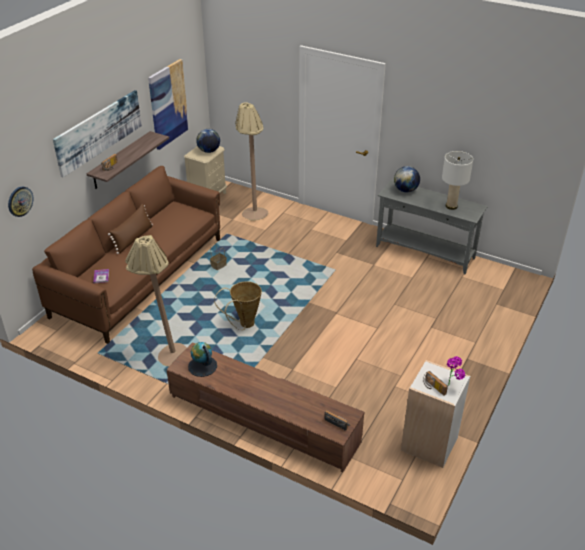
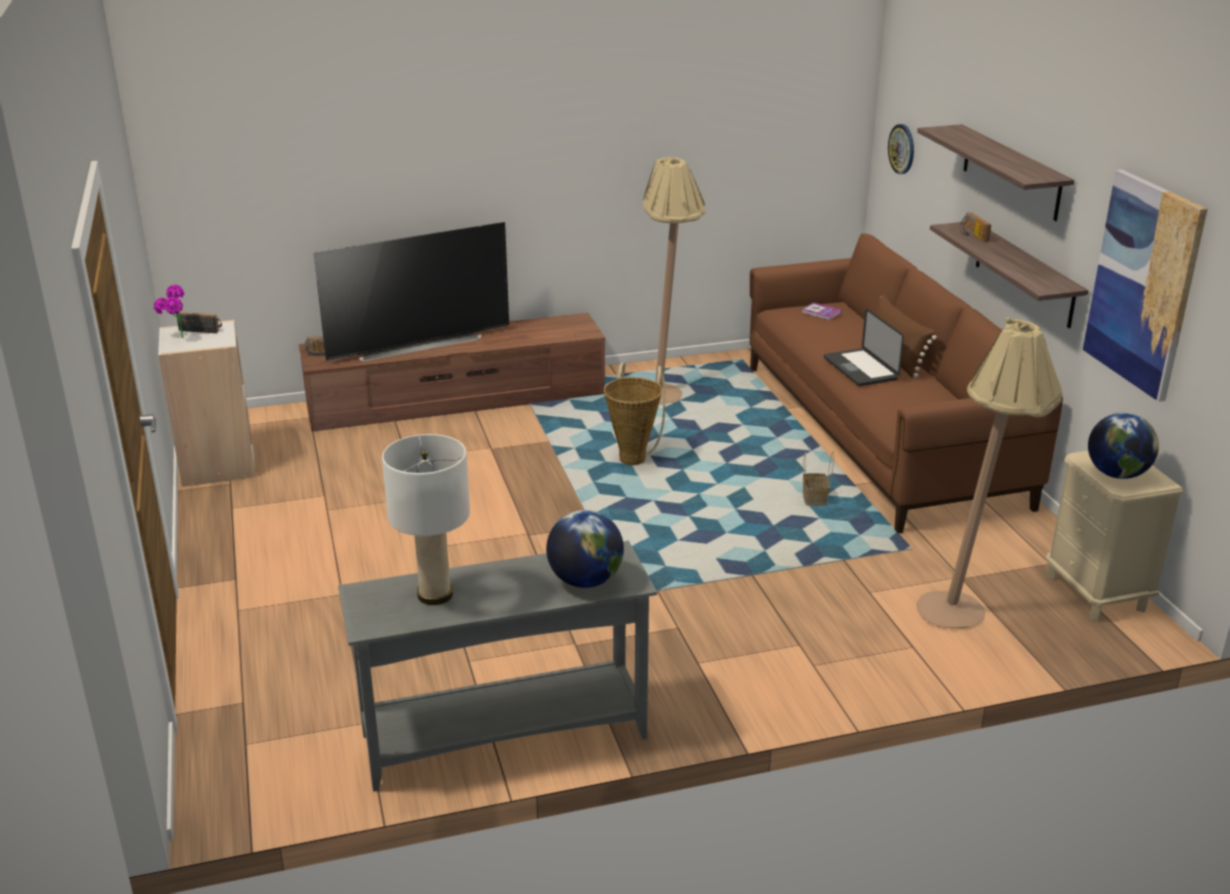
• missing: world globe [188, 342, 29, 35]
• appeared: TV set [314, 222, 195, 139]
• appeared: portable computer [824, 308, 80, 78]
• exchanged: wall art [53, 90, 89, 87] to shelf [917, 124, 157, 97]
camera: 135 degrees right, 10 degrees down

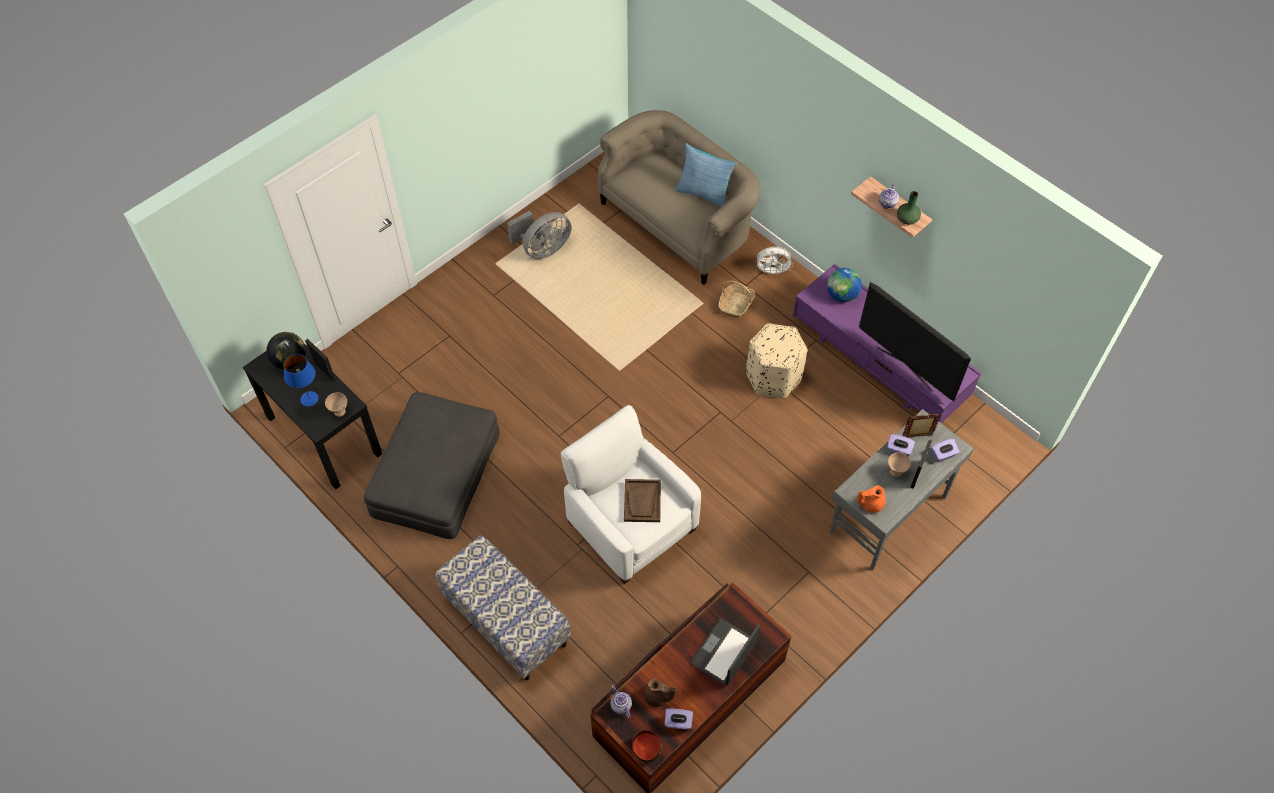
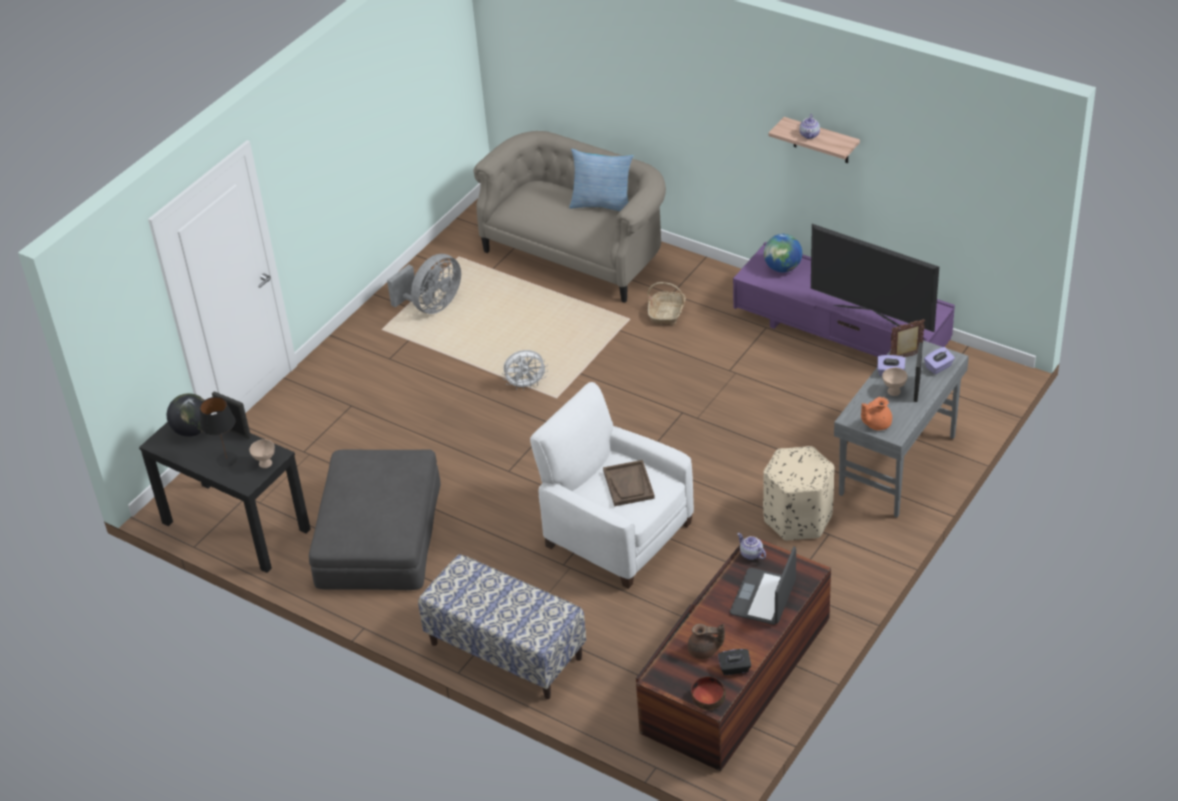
• missing: flower vase/green-coloured [897, 191, 24, 34]
• relocated: teapot [610, 685, 22, 33] to [737, 533, 29, 27]
• relocated: pouffe/beige-coloured [746, 323, 61, 76] to [763, 446, 71, 95]
• relocated: fan/white [755, 247, 39, 30] to [502, 350, 46, 40]
• colour: lamp for a table/blue-coloured [283, 354, 36, 52] to lamp for a table/black-coloured [200, 397, 37, 70]
• colour: tissue box/purplish [664, 709, 29, 21] to tissue box/black-coloured [718, 649, 33, 26]
camera: 10 degrees left, 15 degrees down

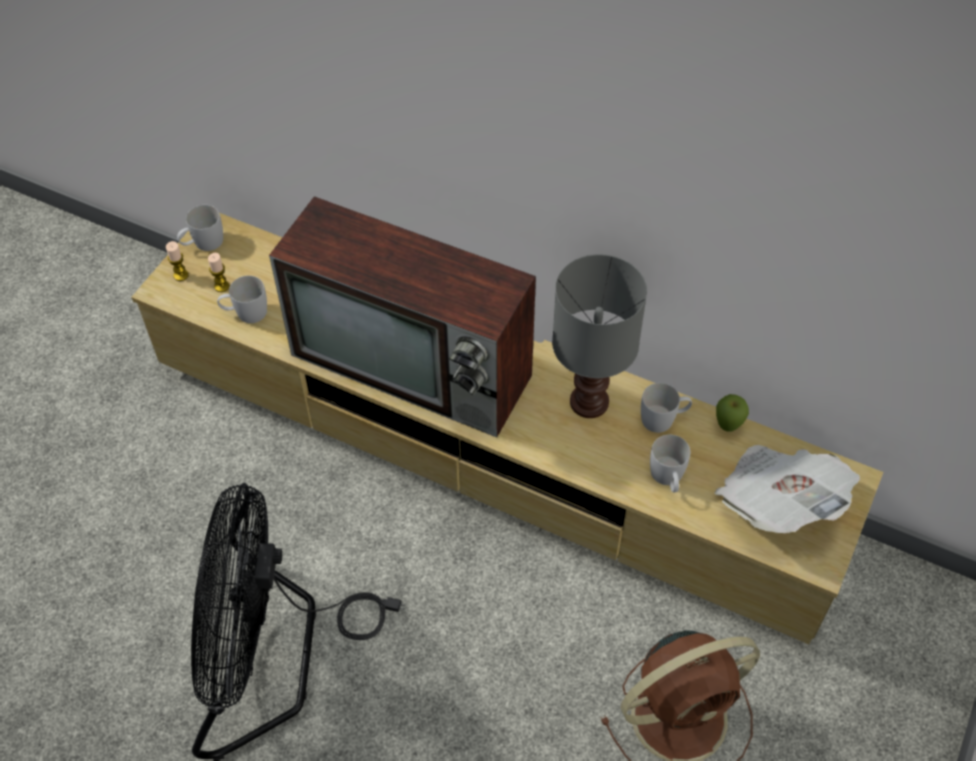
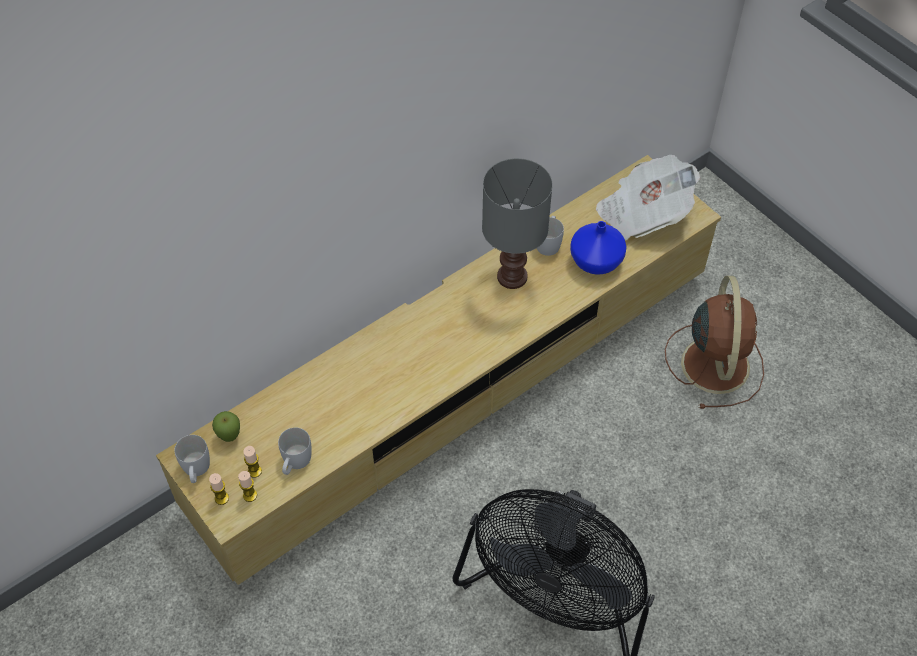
• missing: TV set [269, 196, 267, 242]
• appeared: wax light [238, 471, 19, 31]
• relocated: apple fruit [716, 394, 33, 38] to [212, 411, 28, 31]
• exchanged: mug/white [650, 435, 40, 57] to flower vase/blue-coloured [570, 221, 57, 54]
camera: 65 degrees left, 0 degrees up

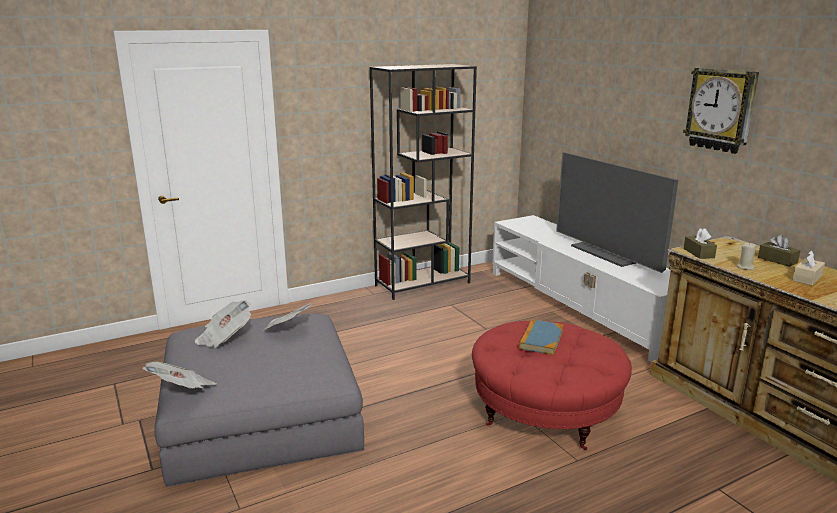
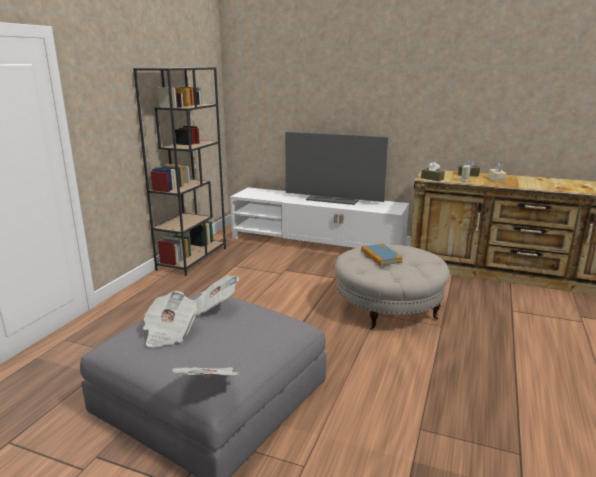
• missing: wall clock [683, 68, 76, 86]
• colour: pouffe/reddish [472, 321, 160, 129] to pouffe/beige-coloured [335, 245, 115, 85]
camera: 40 degrees left, 0 degrees up

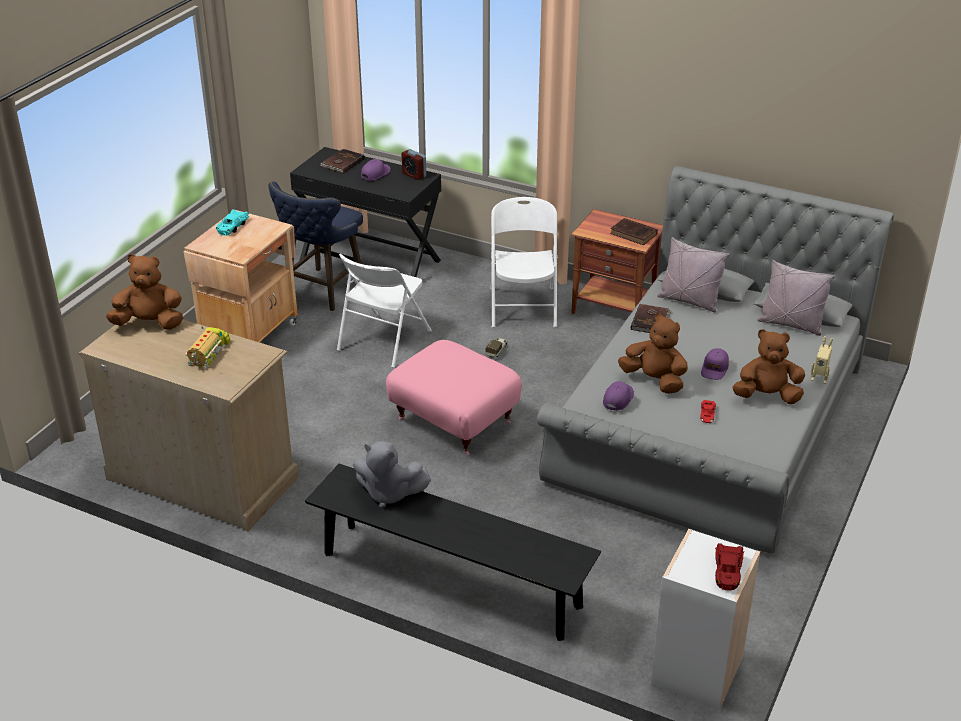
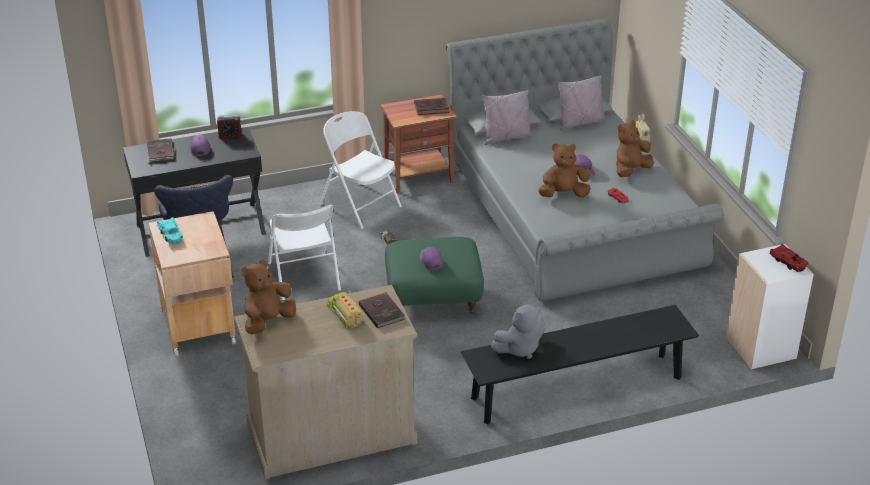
• relocated: cap/purplish [603, 381, 31, 30] to [420, 247, 23, 23]
• relocated: book/brown-coloured [631, 304, 40, 29] to [359, 292, 46, 36]
• colour: pouffe/pink [386, 340, 136, 116] to pouffe/green-coloured [385, 237, 99, 78]
camera: 45 degrees left, 0 degrees up

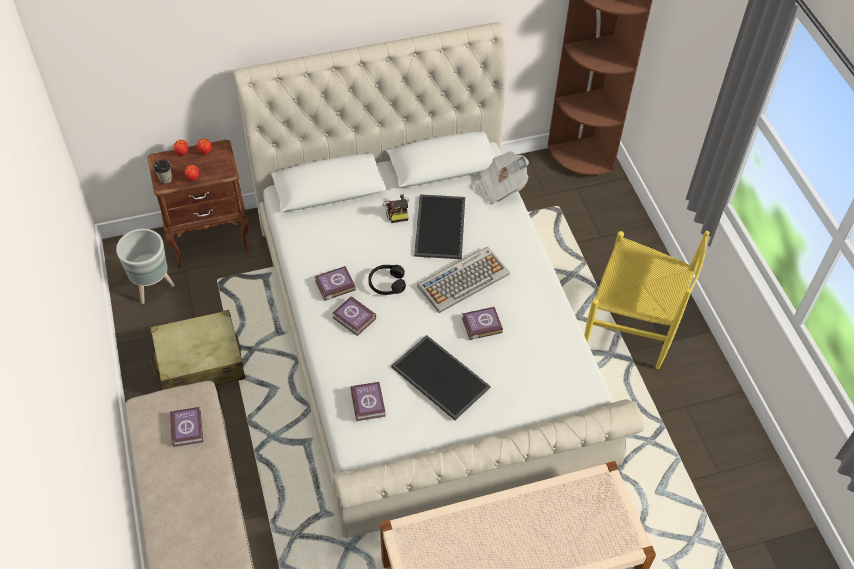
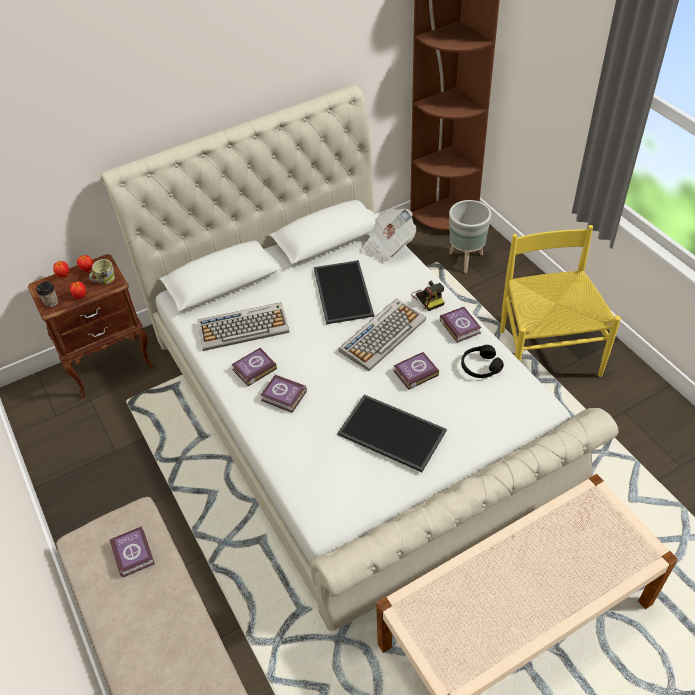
• missing: piece of luggage/beige-coloured [150, 310, 96, 80]
• appeared: mug [89, 259, 26, 25]
• appeared: keyboard [197, 302, 93, 49]
• relocated: flower pot/grey [116, 229, 59, 75] to [449, 200, 42, 73]
• relocated: book [350, 382, 36, 39] to [440, 307, 41, 36]
• relocated: pair of headphones/black-coloured [368, 265, 38, 30] to [461, 345, 43, 33]
• relocated: still camera [383, 195, 26, 28] to [411, 280, 33, 31]
• spun: chair/yellow [584, 231, 126, 139] = [500, 225, 121, 152] 105 degrees counterclockwise
camera: 10 degrees left, 5 degrees down

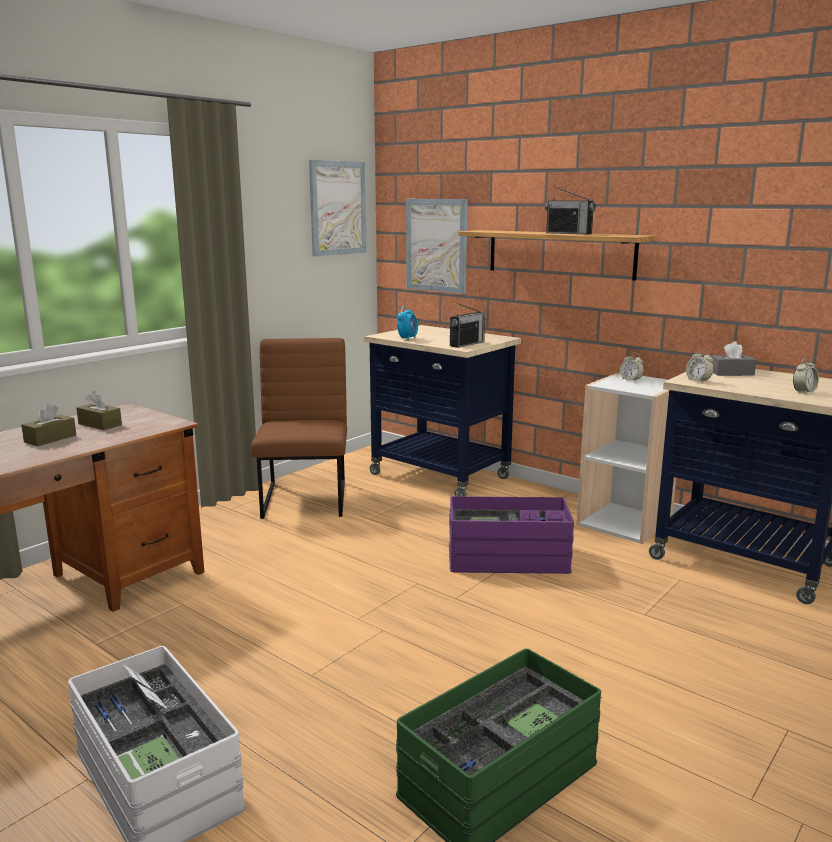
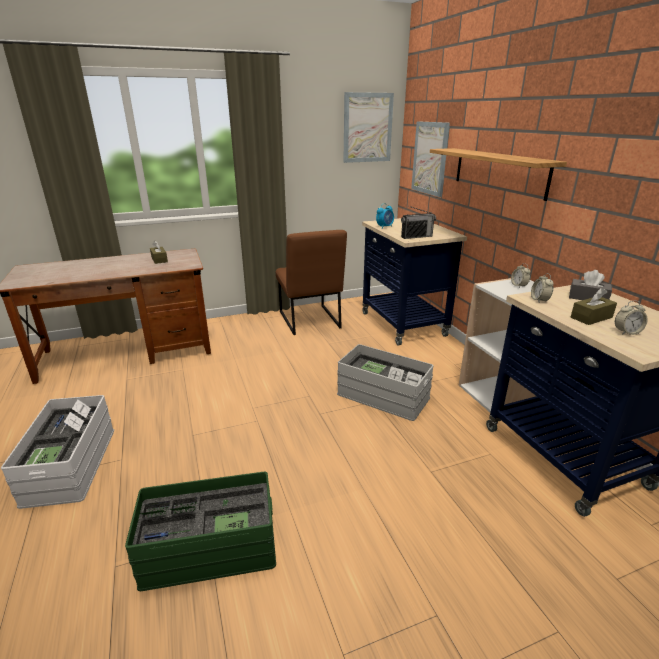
• missing: radio receiver [545, 187, 51, 47]
• relocated: tissue box/brown-coloured [21, 404, 55, 42] to [571, 288, 46, 37]
• colour: storage box/purplish [449, 496, 125, 78] to storage box/grey [337, 344, 97, 77]
• spun: chair/brown-coloured [251, 338, 96, 181] = [276, 230, 71, 105] 135 degrees clockwise
camera: 30 degrees right, 10 degrees up

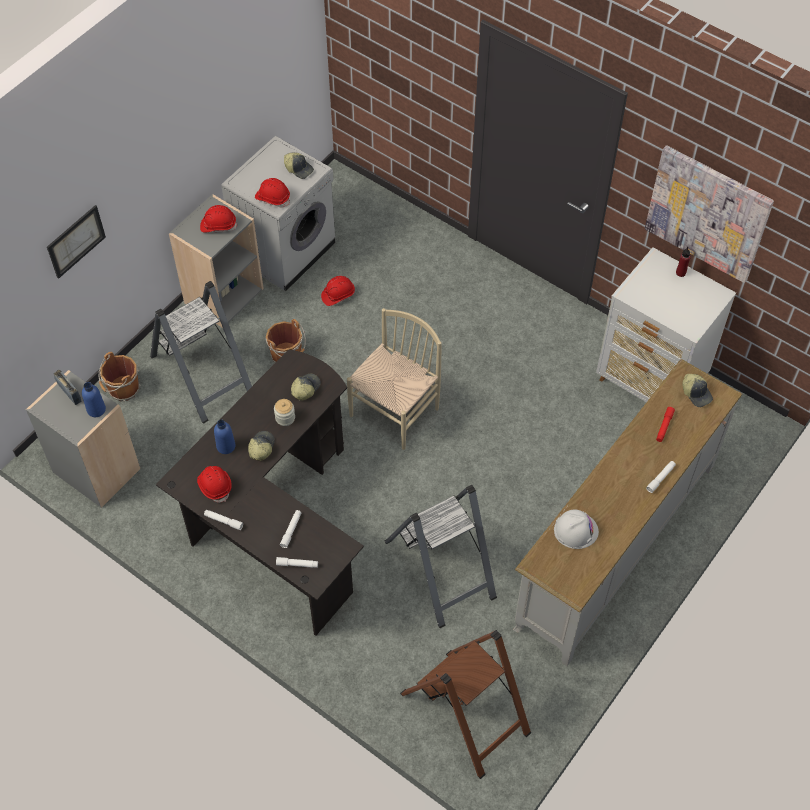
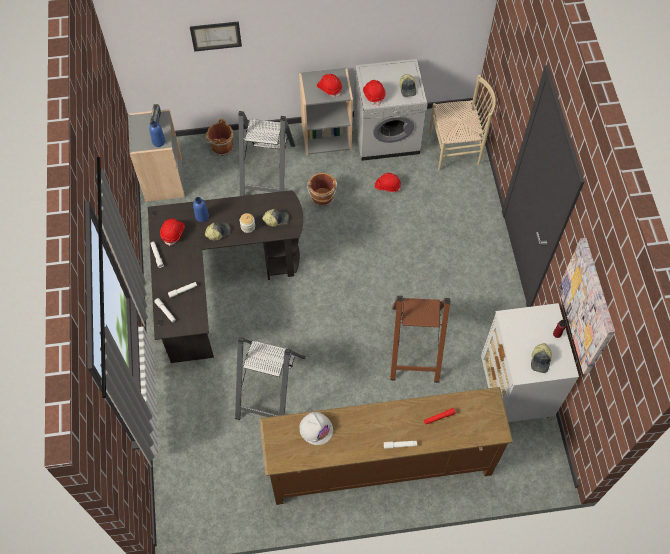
• relocated: chair/beige-coloured [347, 308, 95, 142] to [429, 75, 67, 95]
• relocated: step ladder/brown-coloured [400, 630, 131, 149] to [390, 296, 60, 87]
• relocated: cap [682, 374, 31, 33] to [531, 343, 21, 30]
• colour: cabinet/grey [513, 359, 229, 307] to cabinet/brown-coloured [260, 387, 253, 118]
camera: 45 degrees right, 5 degrees up

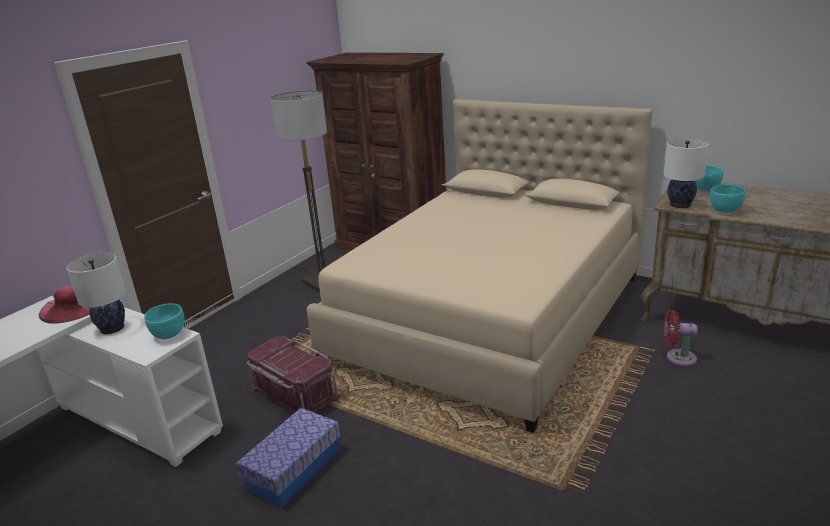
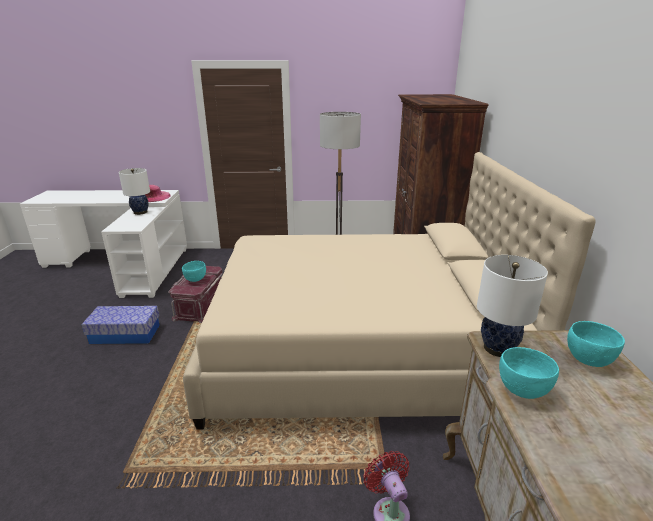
• relocated: deep dish/turquoise-coloured [144, 304, 41, 35] to [182, 261, 24, 21]
camera: 55 degrees right, 0 degrees up

